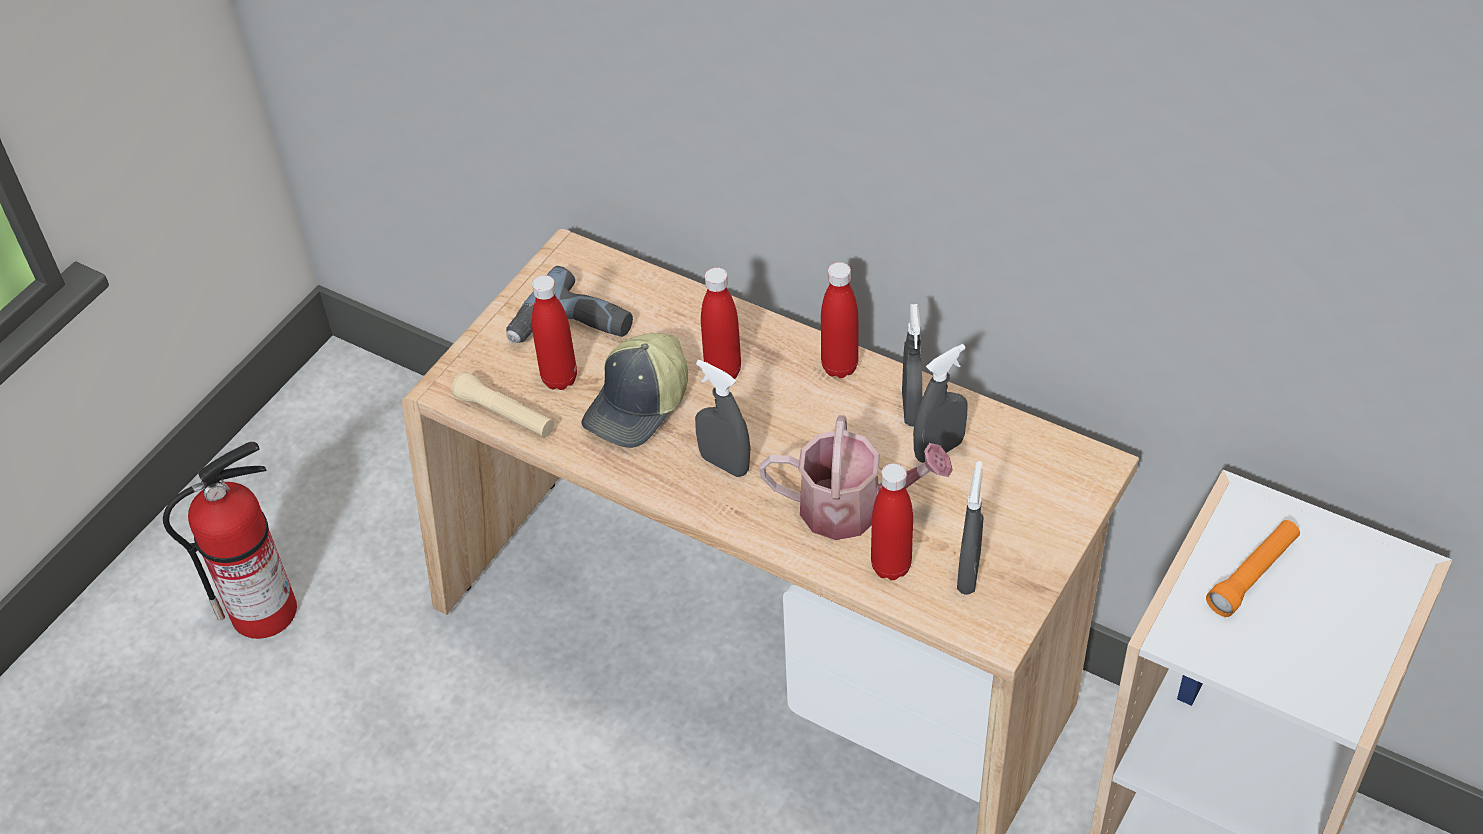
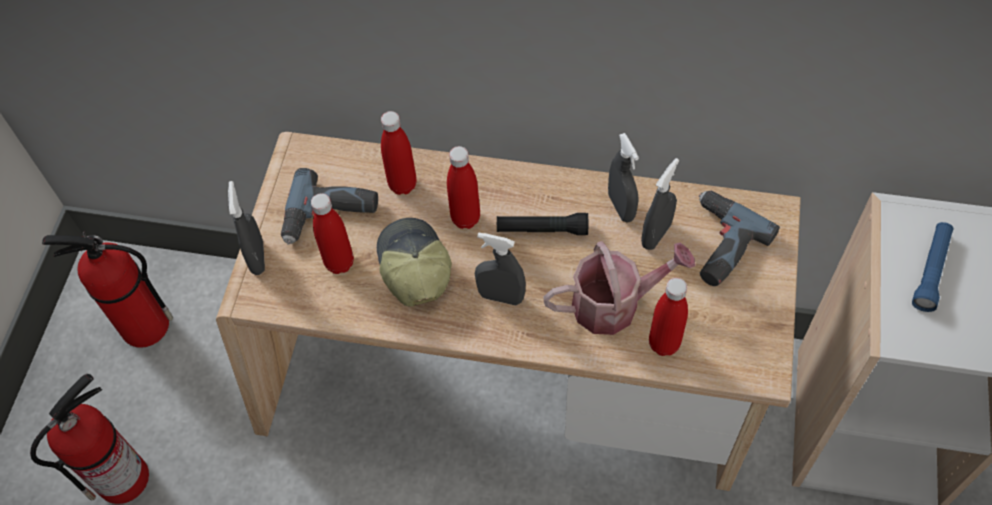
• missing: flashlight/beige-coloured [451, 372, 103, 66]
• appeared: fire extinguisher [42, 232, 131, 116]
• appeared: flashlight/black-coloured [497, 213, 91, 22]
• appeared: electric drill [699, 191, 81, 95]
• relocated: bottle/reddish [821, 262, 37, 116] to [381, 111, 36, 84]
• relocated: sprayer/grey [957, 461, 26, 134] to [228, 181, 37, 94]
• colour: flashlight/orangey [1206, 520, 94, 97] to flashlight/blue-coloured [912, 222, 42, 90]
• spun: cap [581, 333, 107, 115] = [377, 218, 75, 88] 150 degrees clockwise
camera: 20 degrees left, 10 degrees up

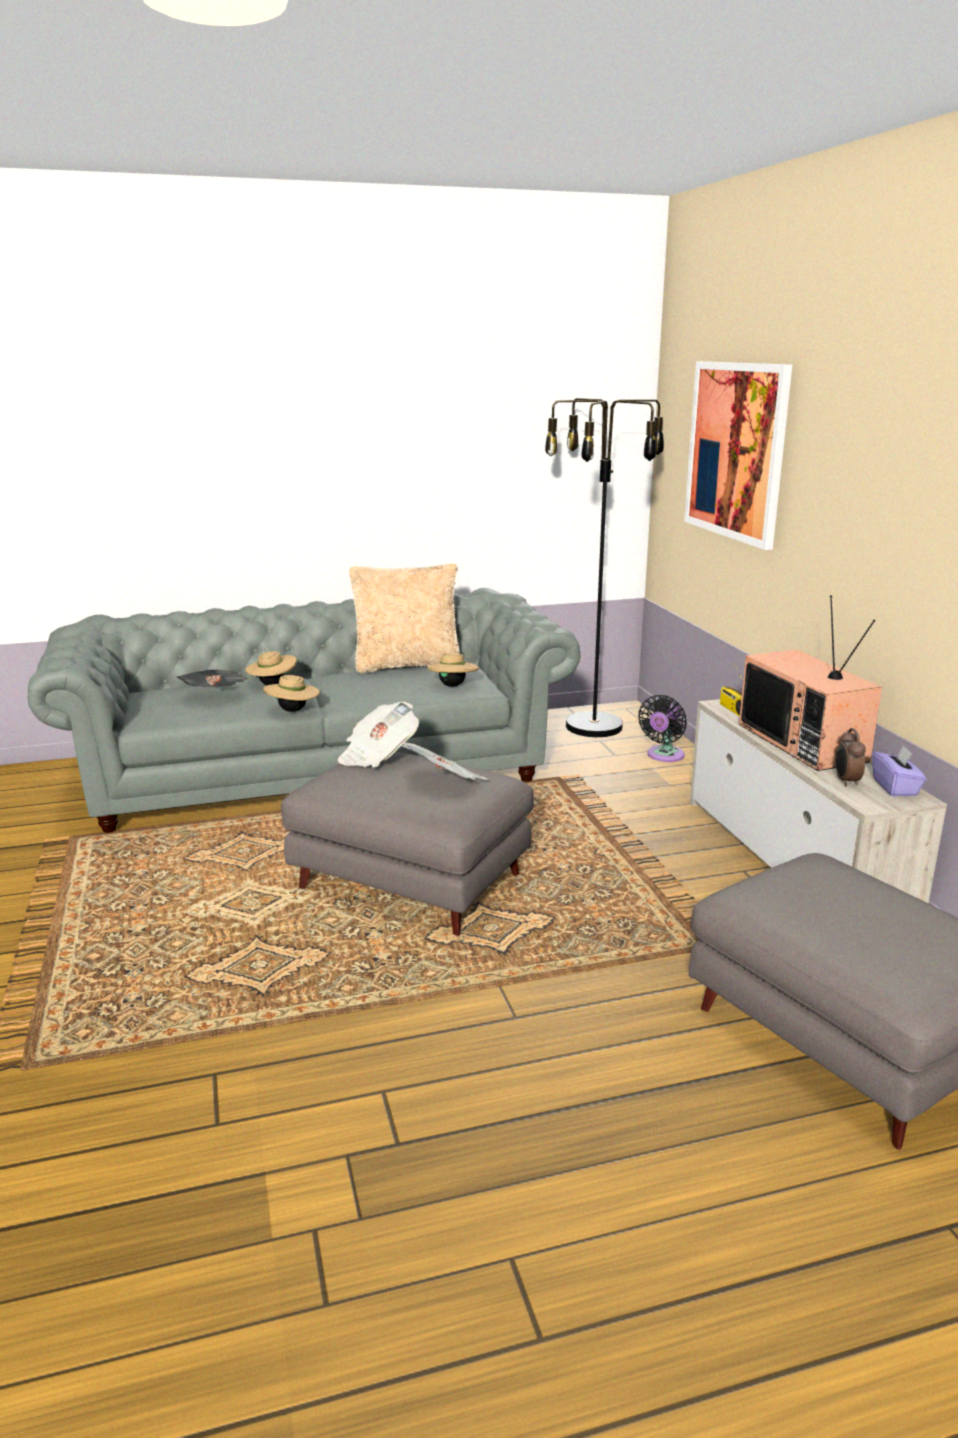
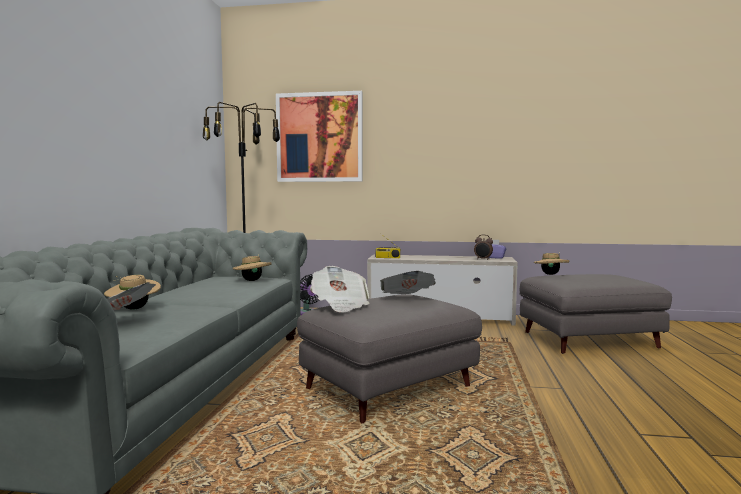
• missing: pillow/beige-coloured [349, 563, 111, 111]
• missing: TV set [739, 595, 143, 176]
• relocated: wearable hat/beige-coloured [263, 675, 57, 37] to [534, 252, 36, 23]
camera: 65 degrees left, 15 degrees down

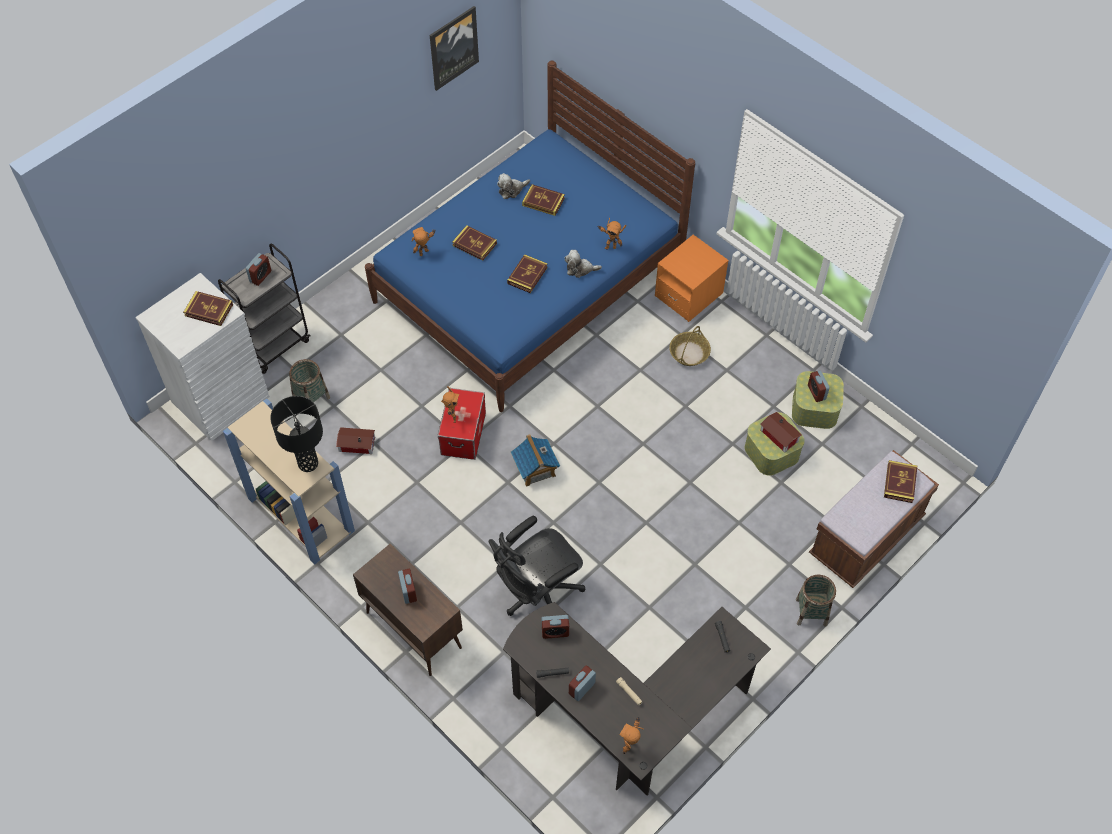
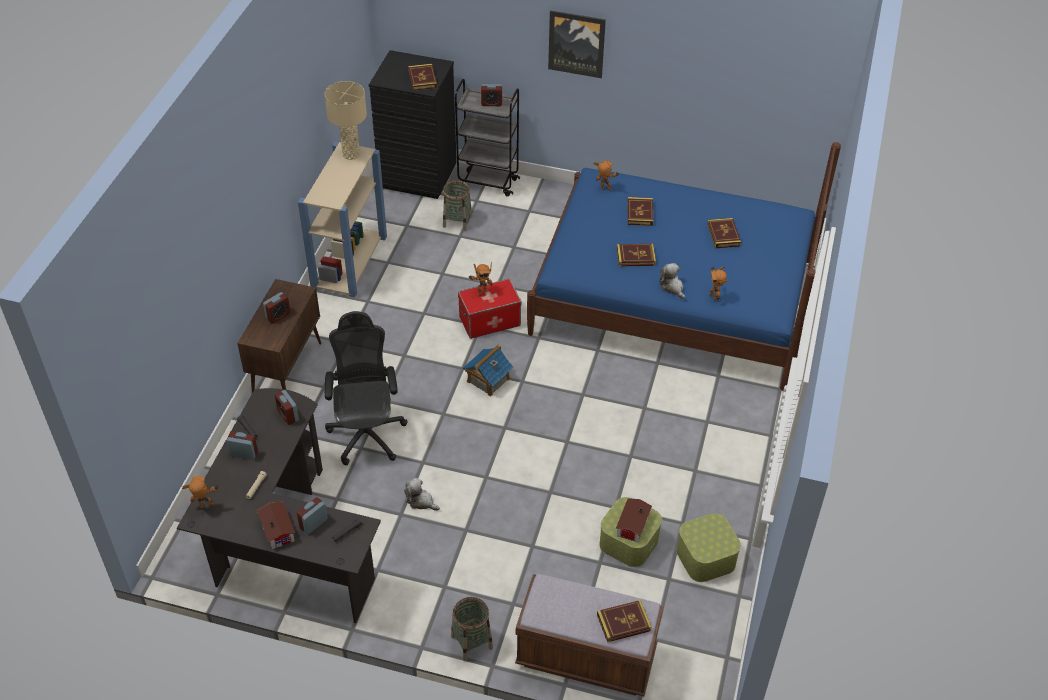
• missing: lamp for a table/black-coloured [270, 396, 53, 76]
• missing: night table/orangey [655, 234, 74, 88]
• missing: storage basket [669, 326, 42, 40]
• appeared: lamp for a table/beige-coloured [325, 81, 42, 79]
• relocated: toy house [336, 427, 39, 27] to [257, 501, 38, 48]
• relocated: wall art [430, 6, 49, 85] to [548, 10, 58, 68]
• relocated: soft toy [497, 173, 33, 26] to [404, 478, 36, 33]
• relocated: bedside clock [808, 370, 21, 32] to [297, 497, 31, 37]
• colour: chest of drawers/white [135, 273, 135, 168] to chest of drawers/black-coloured [369, 50, 88, 149]
• spun: computer chair [489, 516, 96, 100] = [325, 311, 83, 154] 60 degrees clockwise
camera: 60 degrees right, 10 degrees down

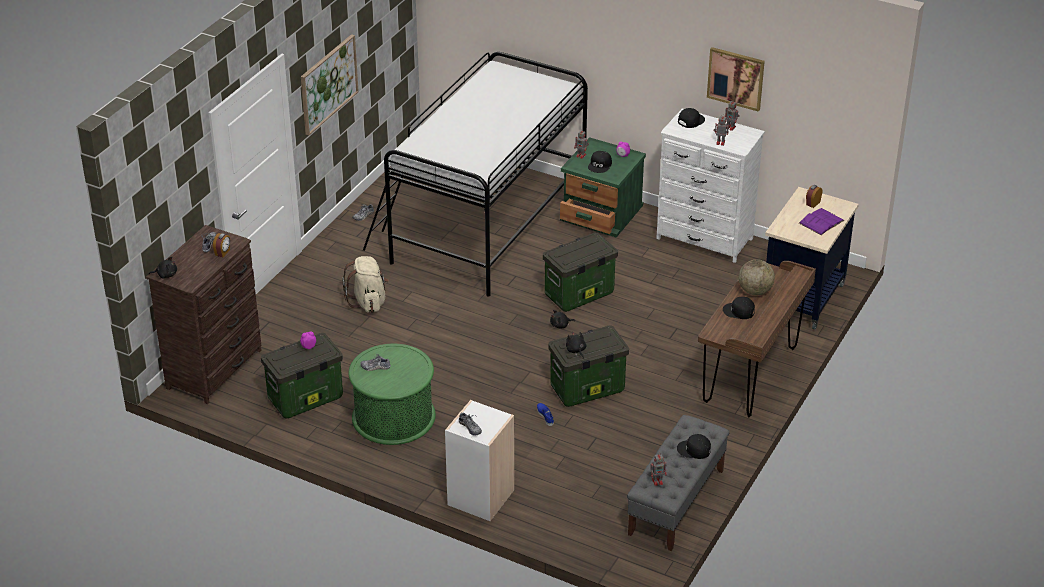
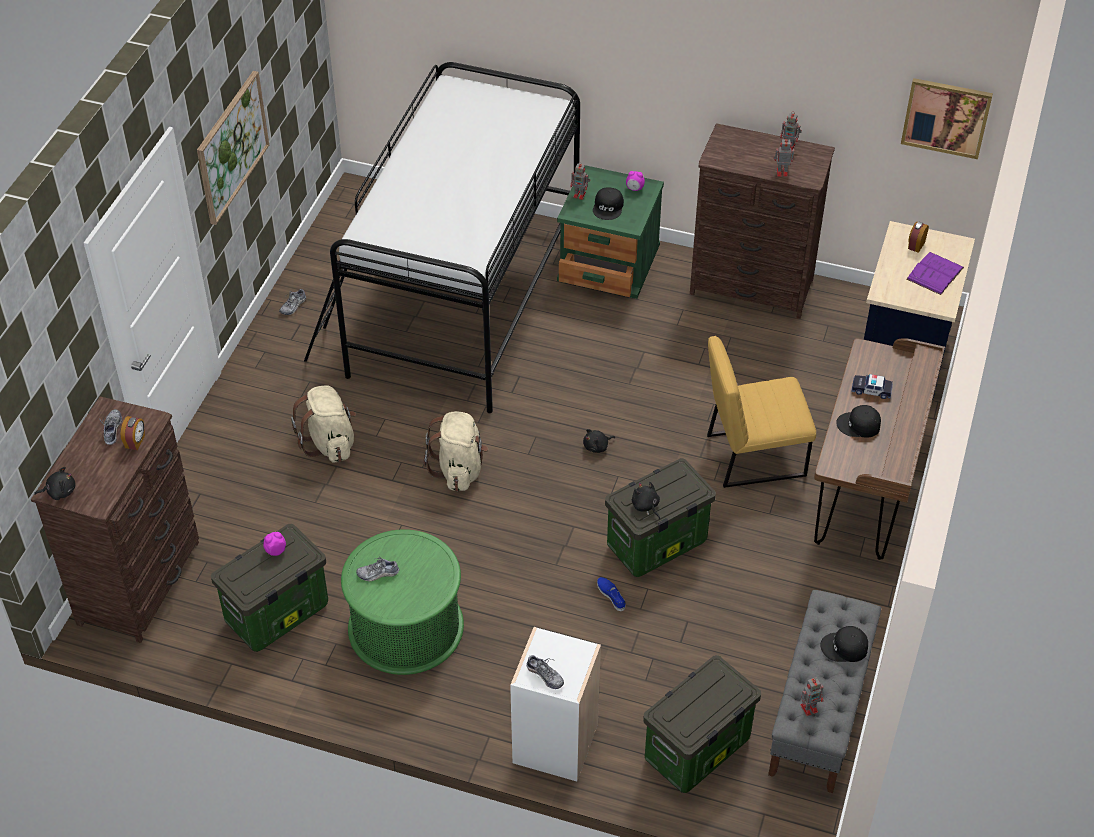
• missing: cap/black-coloured [678, 108, 27, 20]
• appeared: knapsack/beige-coloured [424, 411, 64, 80]
• appeared: chair/yellow [707, 336, 109, 152]
• relocated: storage box [543, 232, 75, 80] to [643, 655, 118, 138]
• relocated: wall art [707, 47, 58, 65] to [901, 78, 92, 81]
• exchanged: world globe [739, 259, 36, 36] to model car [851, 374, 42, 25]
• colour: chest of drawers/white [656, 109, 109, 154] to chest of drawers/brown-coloured [690, 123, 145, 196]
camera: 10 degrees left, 10 degrees up

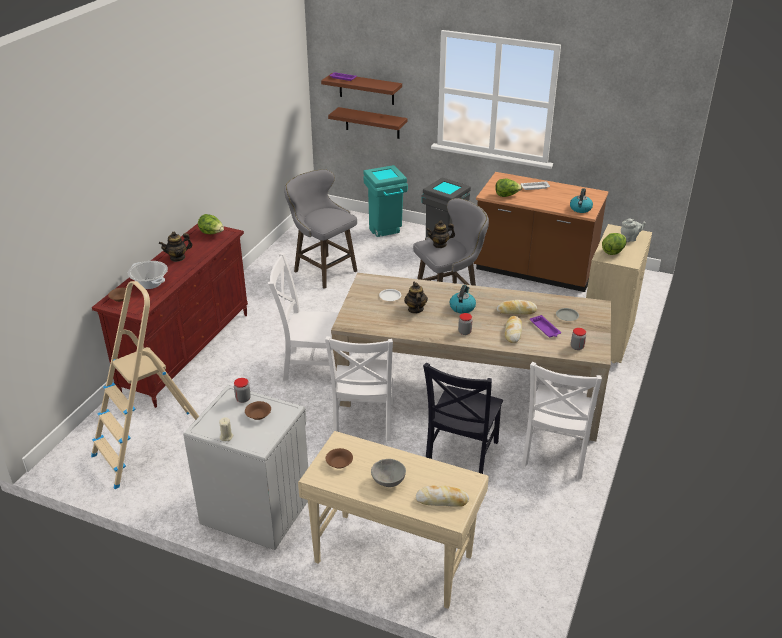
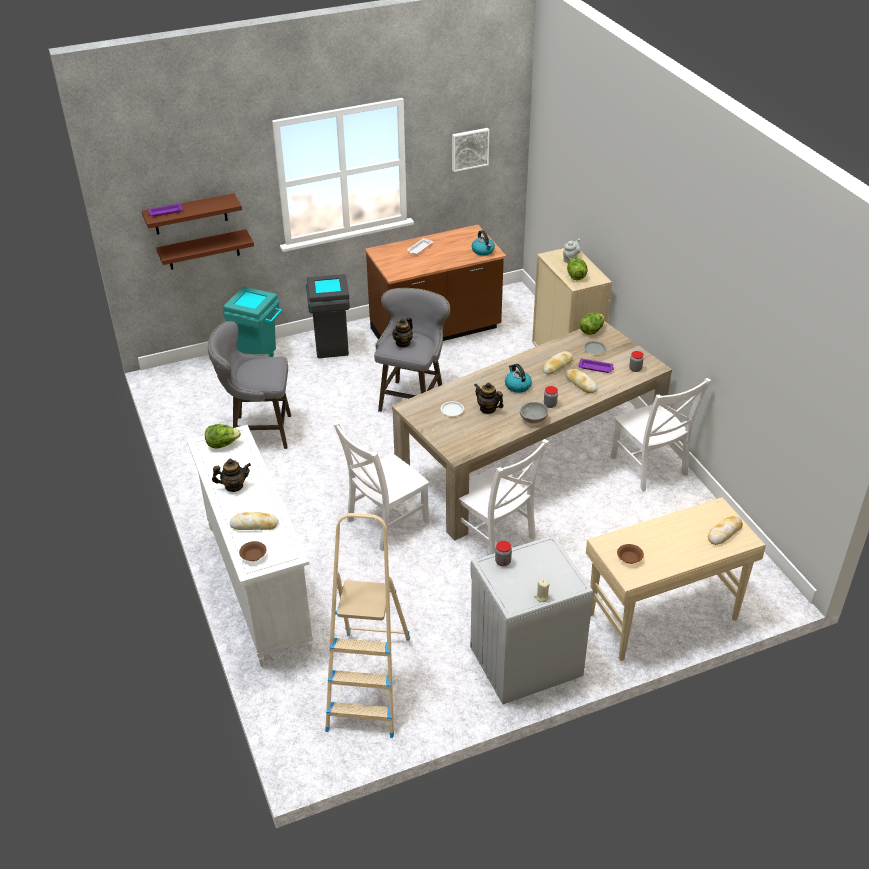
• missing: deep dish/brown-coloured [245, 401, 26, 19]
• missing: chair/black-coloured [423, 362, 80, 112]
• appeared: wall art [452, 128, 37, 44]
• relocated: deep dish/grey [371, 459, 35, 28] to [520, 402, 29, 22]
• relocated: lettuce head [495, 178, 27, 19] to [580, 313, 24, 22]
• exchanged: saucepot [128, 261, 40, 28] to bakery bread [230, 512, 49, 18]
• colour: chest of drawers/reddish [92, 223, 156, 185] to chest of drawers/white [187, 425, 126, 242]
• spun: teapot [159, 232, 33, 30] = [212, 459, 39, 33] 120 degrees counterclockwise
camera: 45 degrees left, 5 degrees up

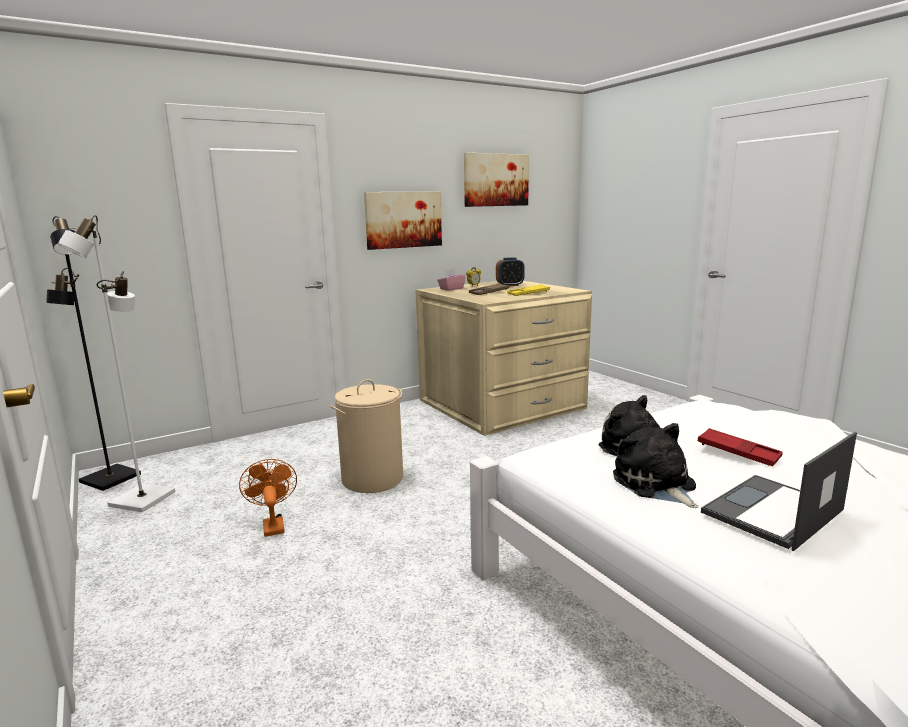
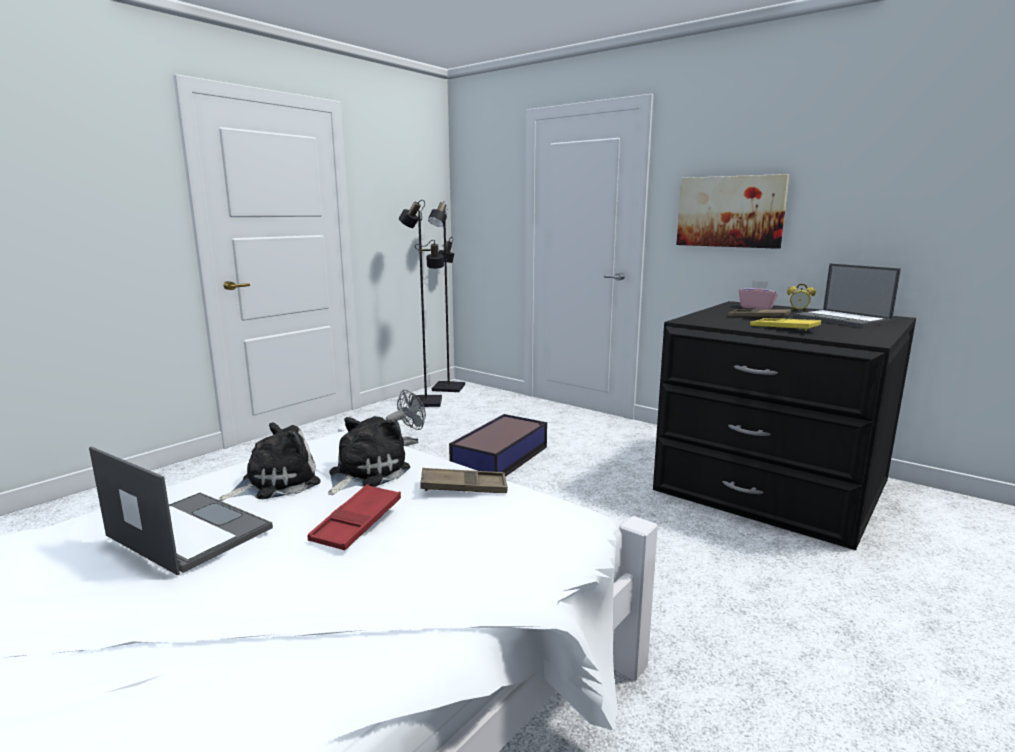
• missing: wall art [464, 152, 65, 55]
• appeared: tray/brown-coloured [420, 468, 88, 25]
• exchanged: hamper/beige-coloured [330, 379, 73, 114] to storage box [449, 414, 98, 63]
• exchanged: bedside clock [496, 257, 29, 29] to portable computer [793, 263, 108, 65]
• colour: standard lamp/white [58, 215, 117, 297] to standard lamp/black-coloured [399, 200, 45, 207]
• colour: fan/orangey [239, 459, 58, 78] to fan/grey [386, 390, 40, 56]
• colour: chest of drawers/beige-coloured [415, 281, 177, 155] to chest of drawers/black-coloured [653, 301, 263, 249]
camera: 70 degrees right, 0 degrees up

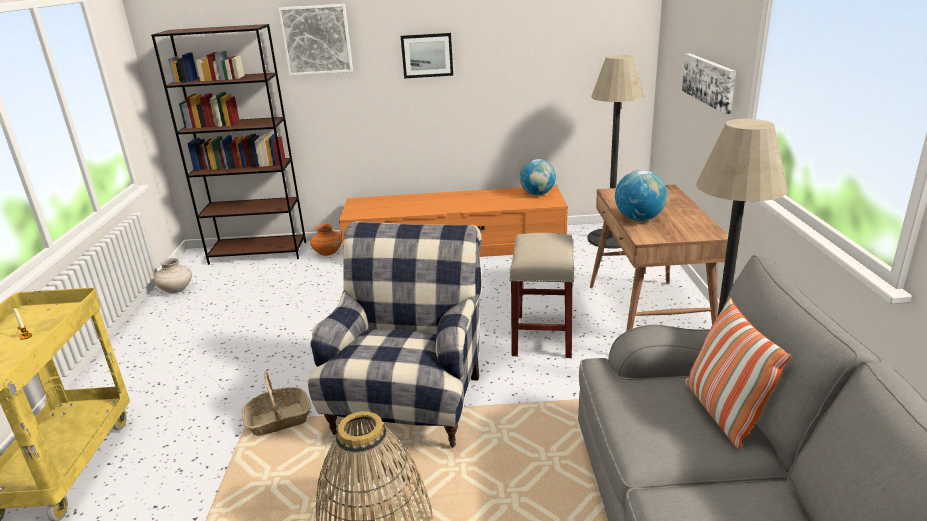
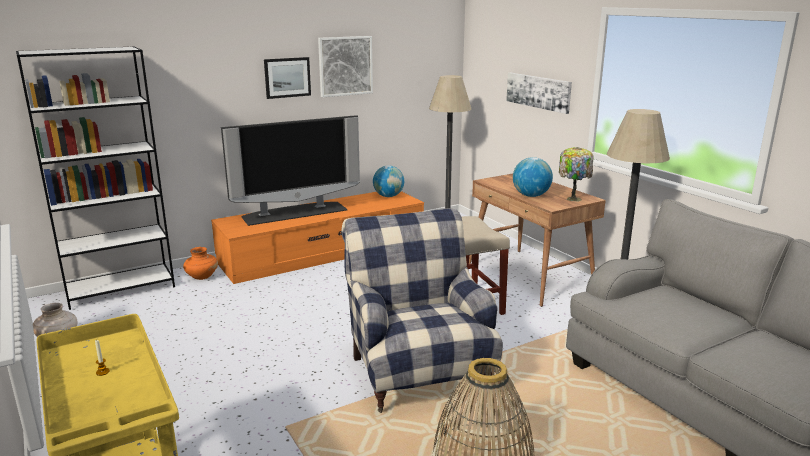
• missing: storage basket [242, 371, 69, 65]
• missing: pillow [685, 297, 106, 152]
• appeared: TV set [221, 115, 139, 111]
• appeared: lamp for a table [559, 147, 34, 54]
• relocated: wall art [278, 4, 75, 72] to [318, 36, 55, 61]
• colour: bookcase/brown-coloured [151, 24, 155, 241] to bookcase/white [16, 46, 159, 264]
camera: 30 degrees left, 5 degrees down

